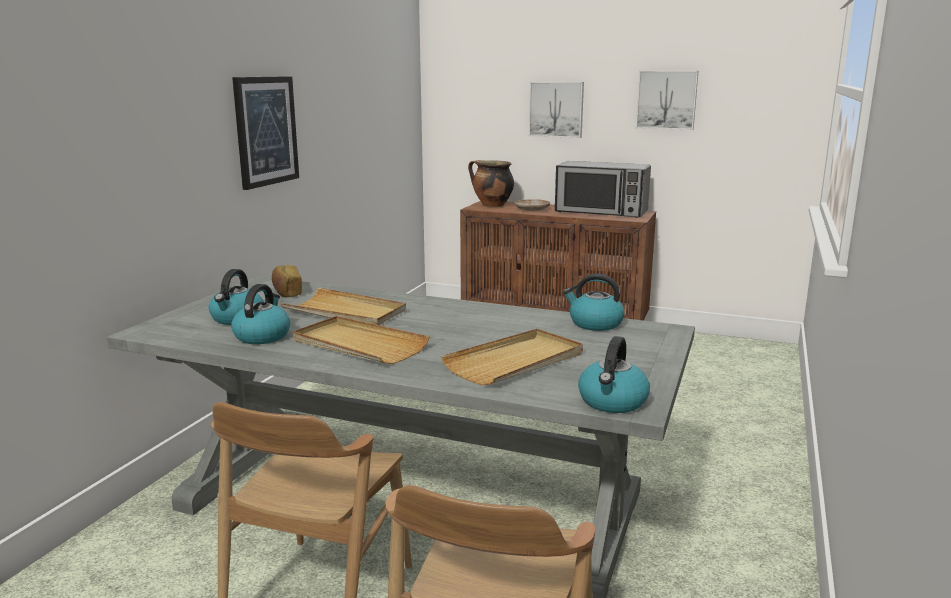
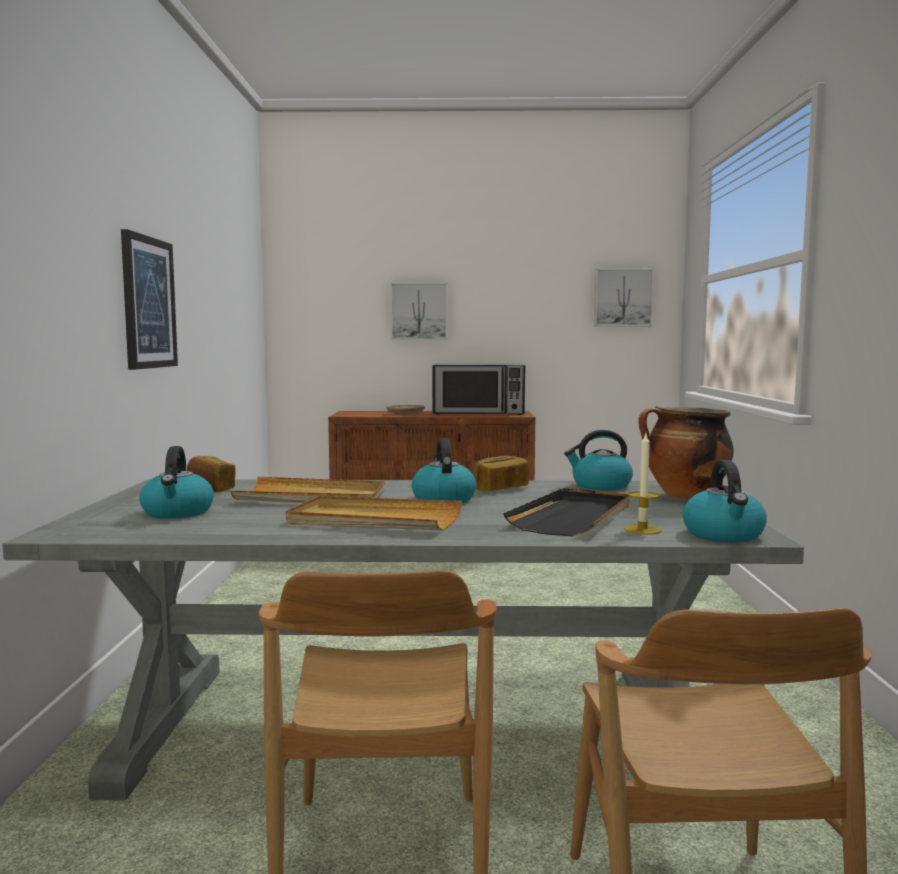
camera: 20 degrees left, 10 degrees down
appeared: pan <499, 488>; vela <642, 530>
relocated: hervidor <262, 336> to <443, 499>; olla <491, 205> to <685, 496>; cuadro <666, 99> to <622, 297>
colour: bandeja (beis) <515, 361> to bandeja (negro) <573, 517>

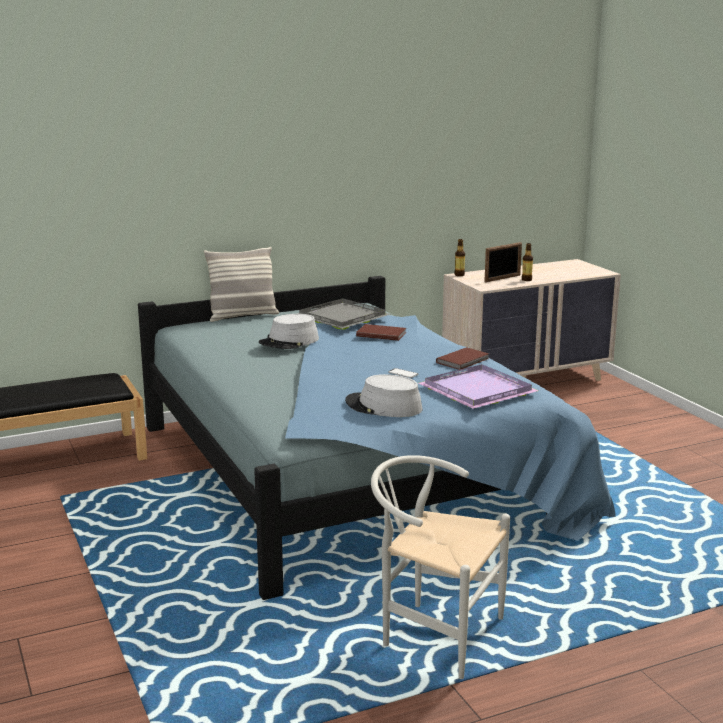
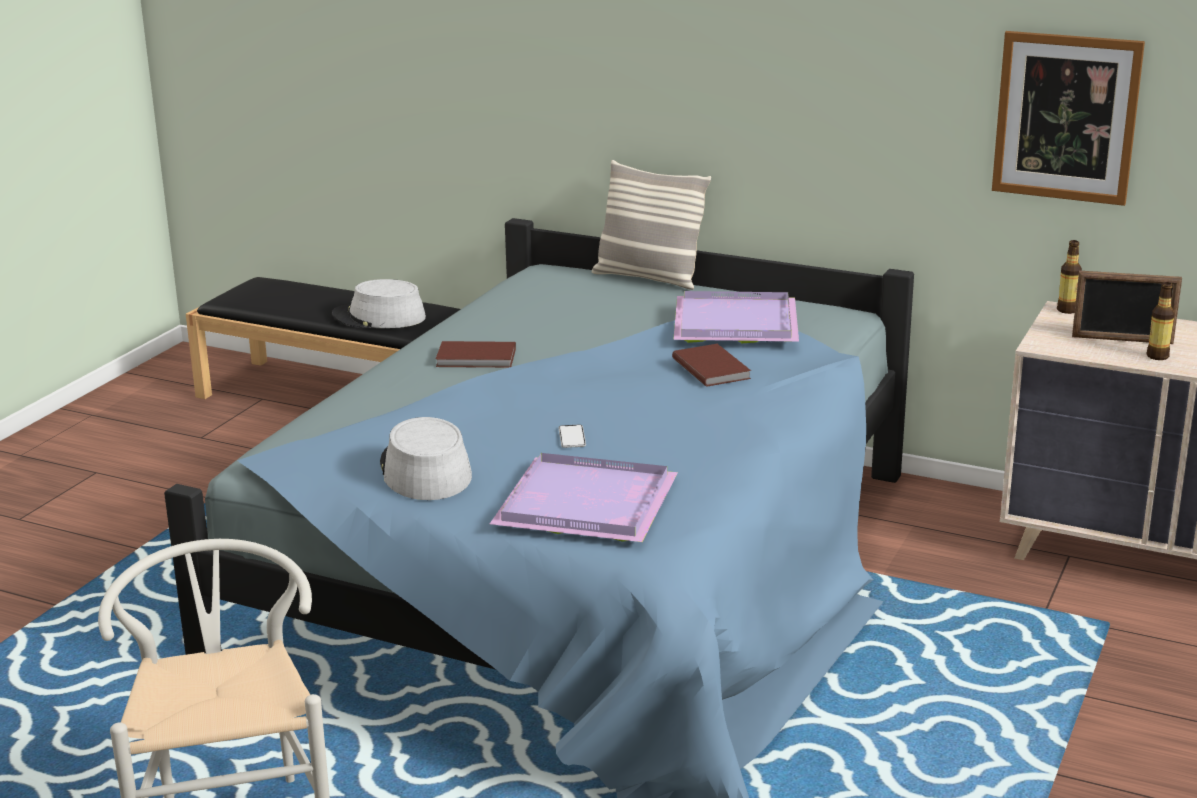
camera: 50 degrees right, 5 degrees up
appeared: cuadro <1066, 117>
relocated: sombrero (gris) <289, 341> to <379, 317>; libro (marrón) <464, 361> to <477, 358>
colour: bandeja (gris) <342, 317> to bandeja (morado) <738, 322>

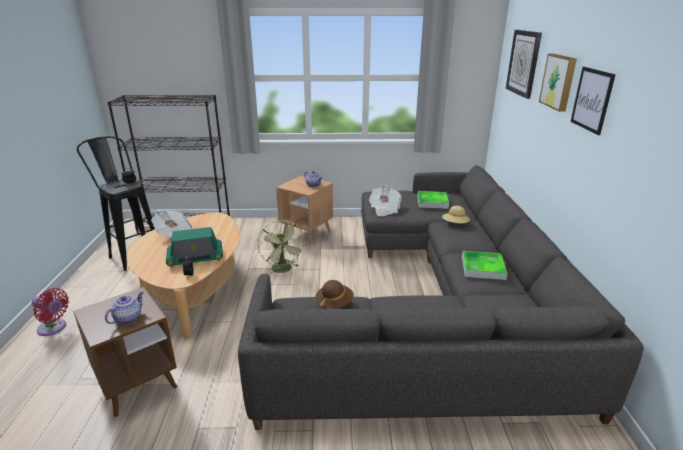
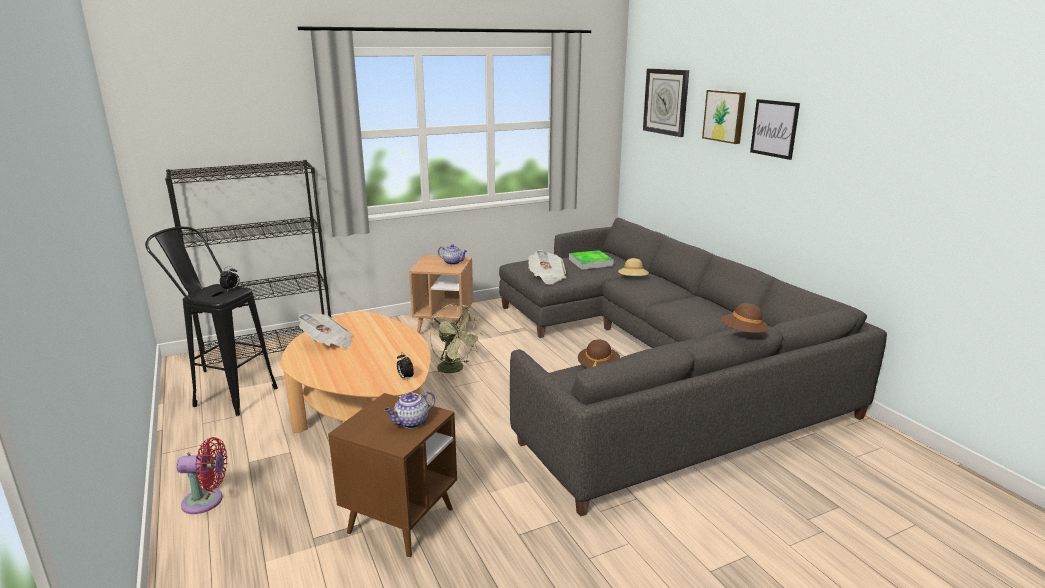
camera: 25 degrees left, 5 degrees down
missing: radio <195, 258>; bandeja <483, 268>
appeared: sombrero (marrón) <743, 334>
spun: tetera <128, 318> = <411, 422> 135 degrees counterclockwise

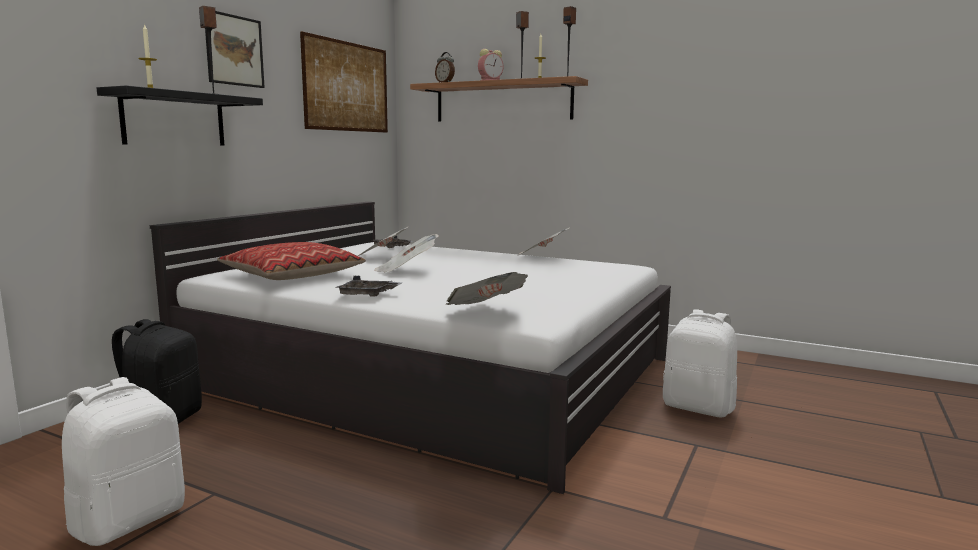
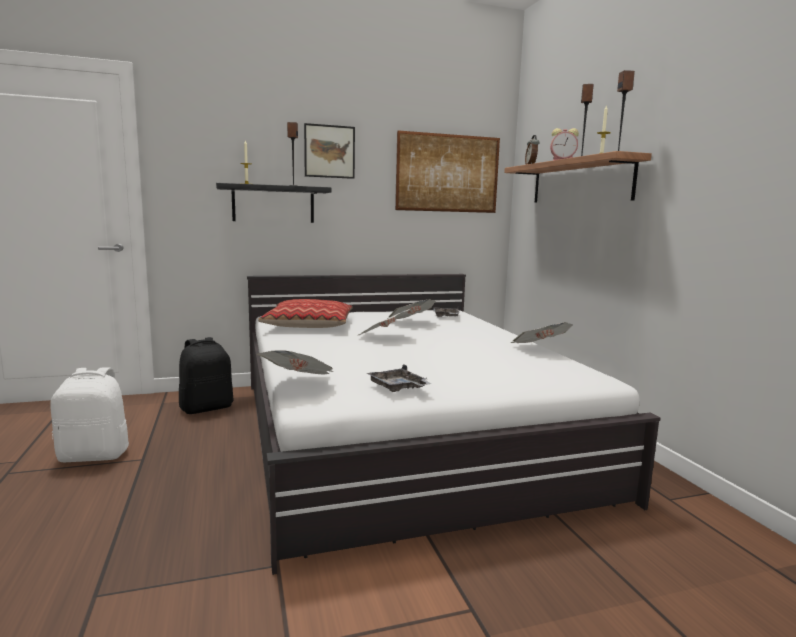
camera: 45 degrees right, 0 degrees up
missing: mochila (blanco) <698, 407>
relocated: bandeja (gris) <367, 295> to <398, 388>

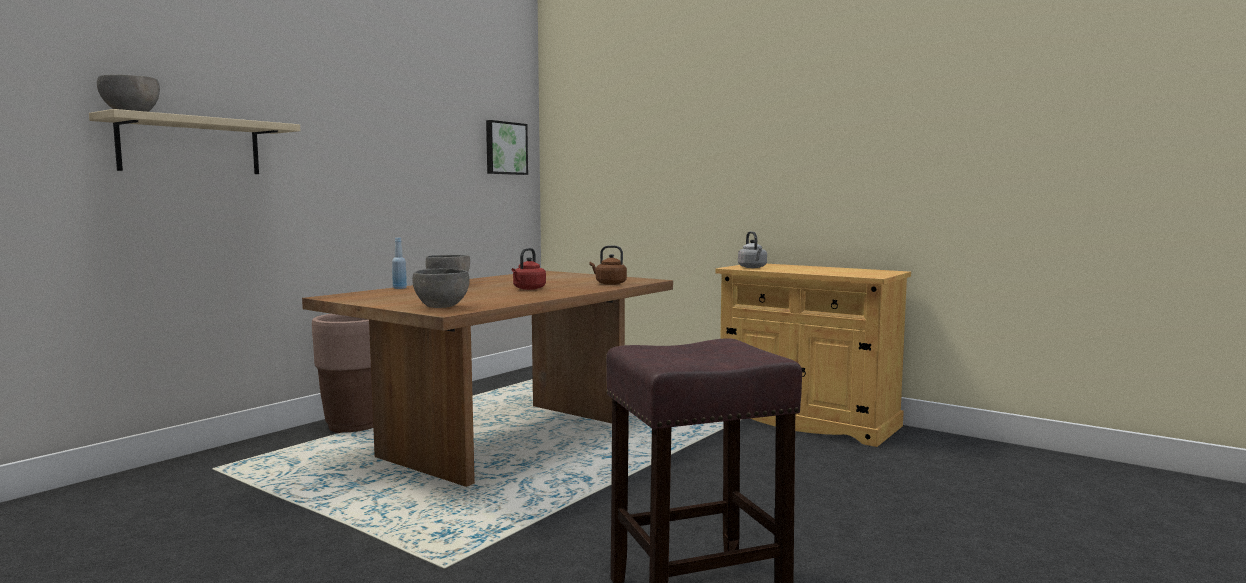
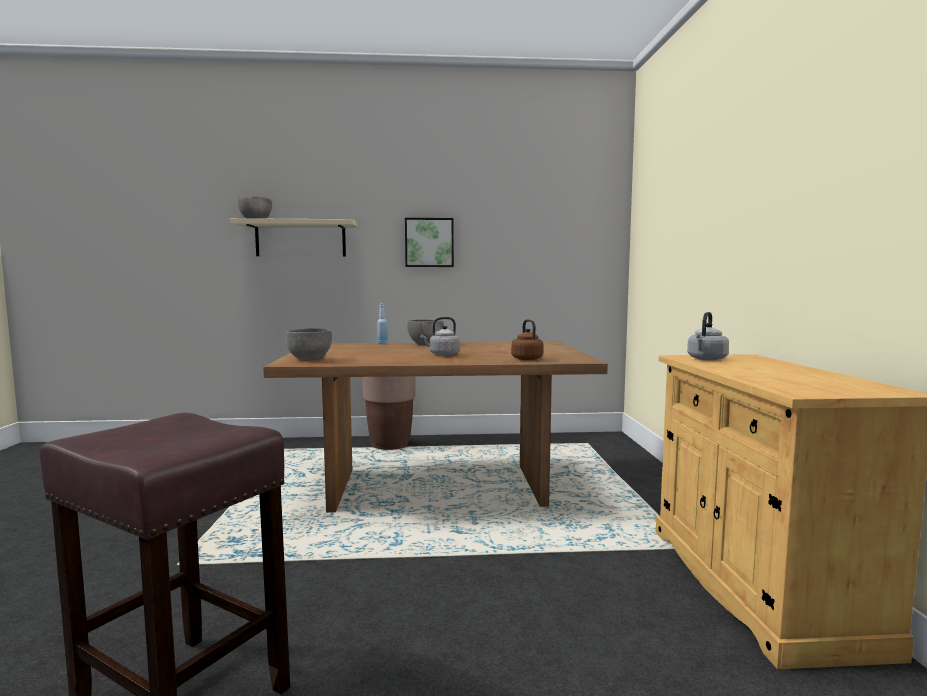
camera: 50 degrees right, 0 degrees up
relocated: cuadro <505, 148> to <429, 242>
colour: hervidor (rojo) <528, 289> to hervidor (gris) <442, 354>

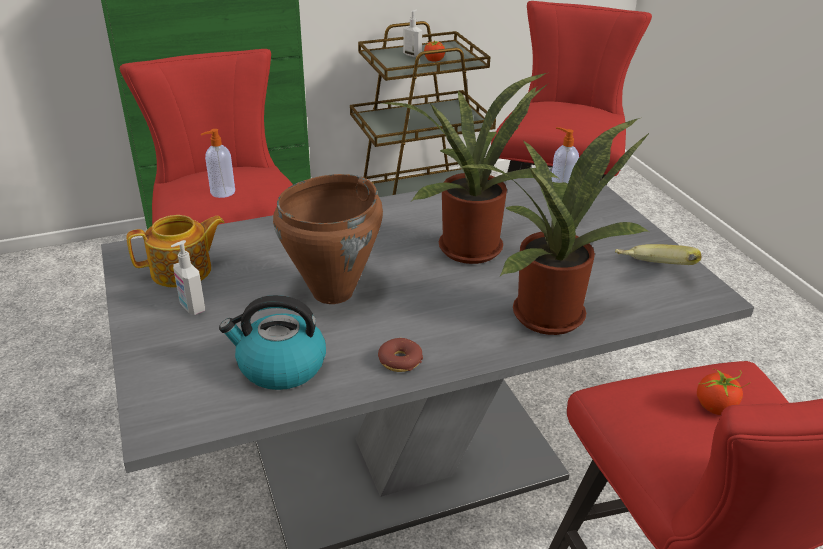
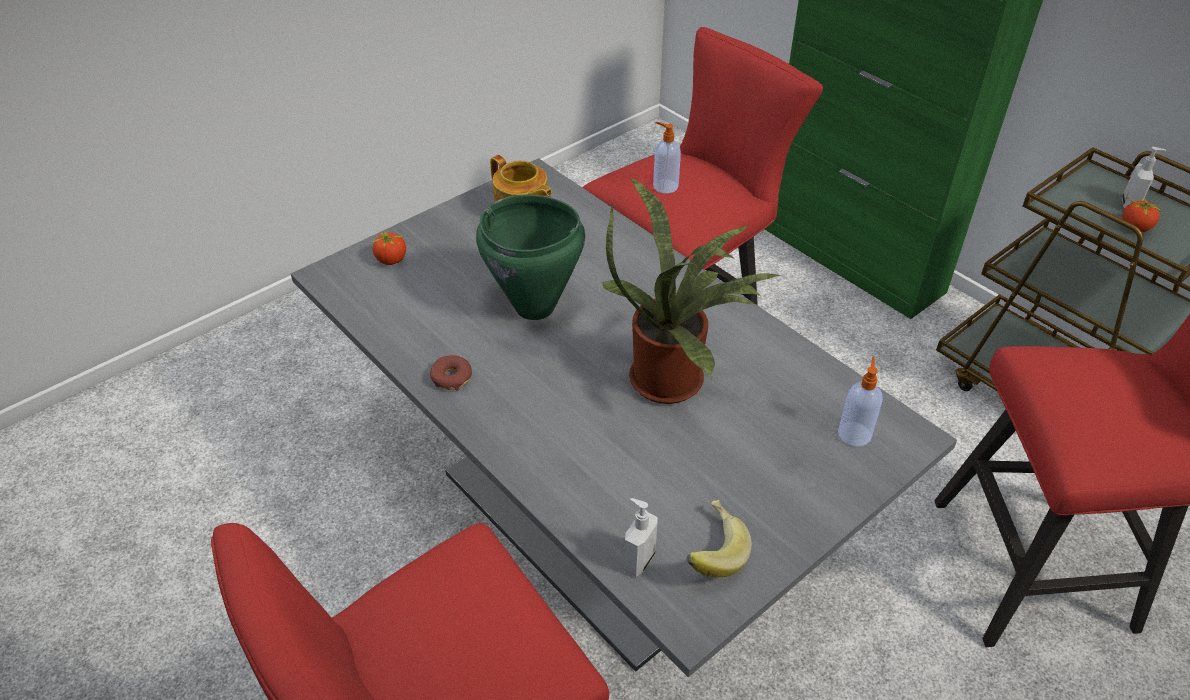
camera: 70 degrees right, 10 degrees up
missing: hervidor <280, 367>; planta en maceta <545, 311>
relocated: dispensador de jabón <191, 307> to <638, 560>; tomate <715, 407> to <391, 260>
colour: olla (marrón) <334, 292> to olla (verde) <535, 307>

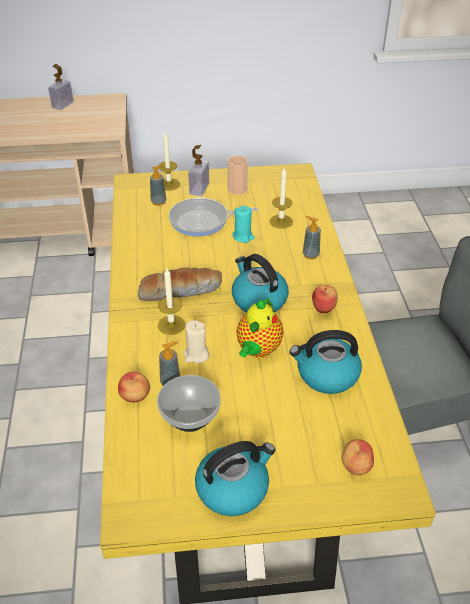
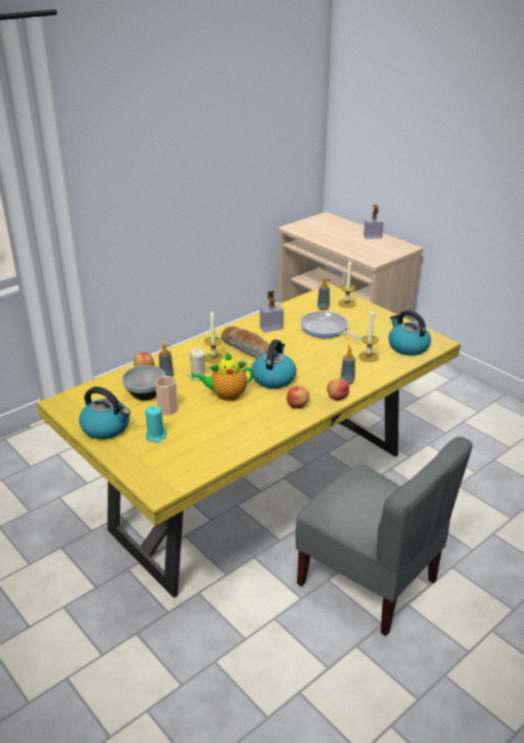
camera: 55 degrees right, 10 degrees down
relocated: dispensador de jabón <199, 189> to <271, 328>; taza <237, 189> to <168, 409>; vela (turquesa) <243, 236> to <156, 436>; hervidor <326, 375> to <407, 347>; manzana <355, 466> to <337, 397>

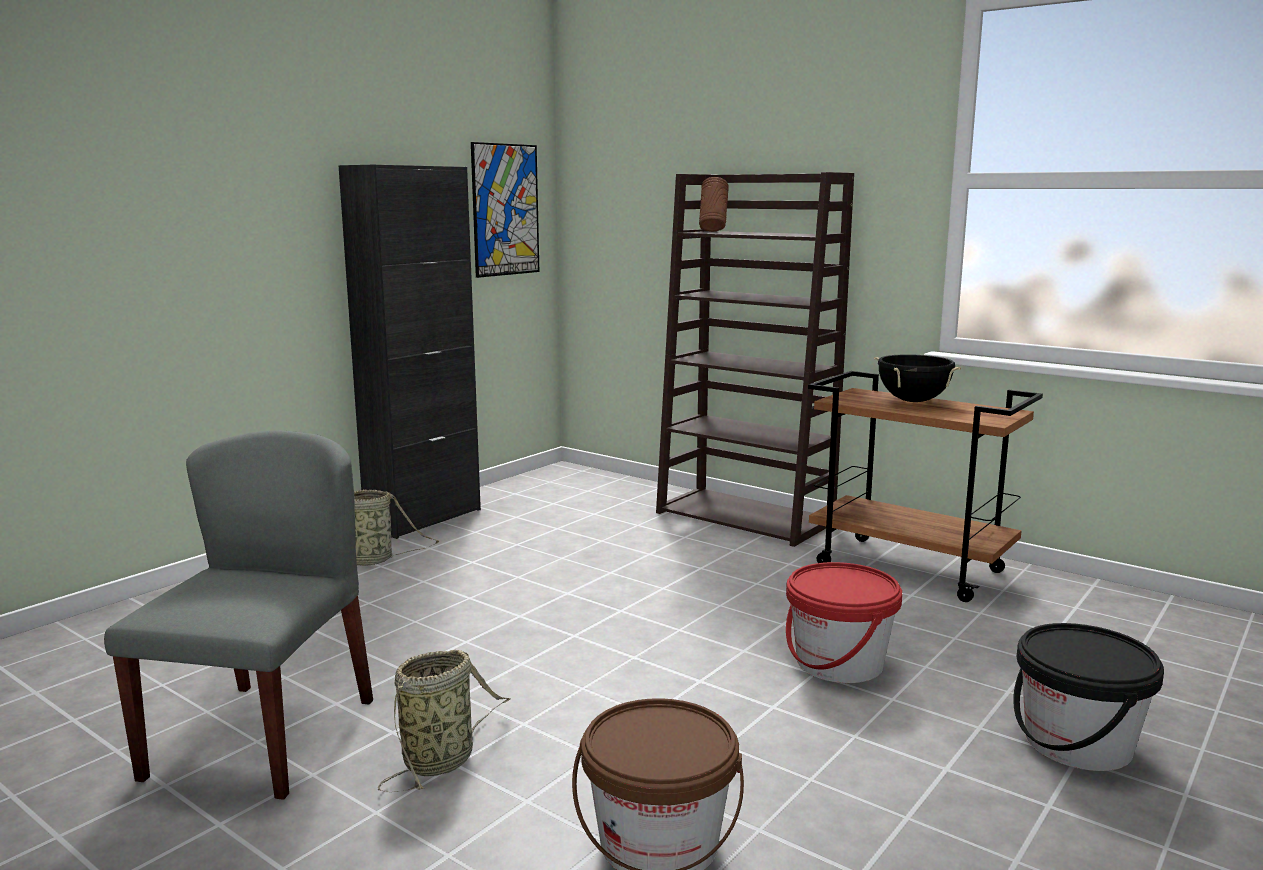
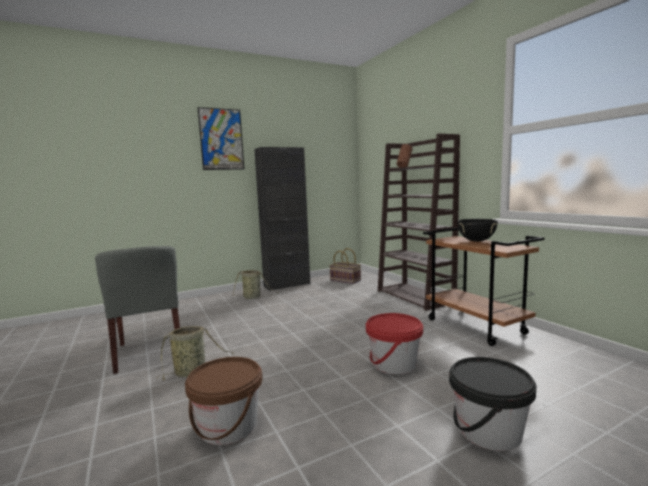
camera: 25 degrees right, 5 degrees down
appeared: cesta <345, 280>
relocated: cuadro <505, 210> to <221, 139>
spun: silla (gris) <263, 736> = <150, 351> 120 degrees clockwise

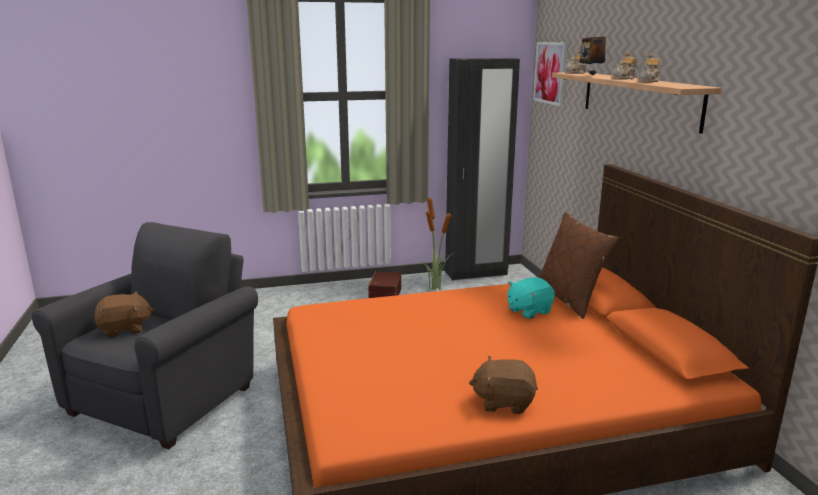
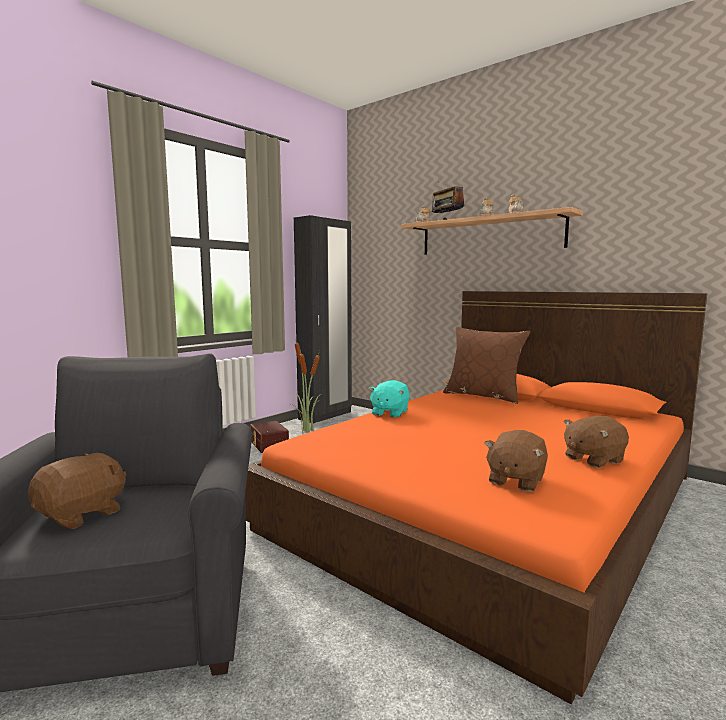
camera: 35 degrees left, 10 degrees down
missing: cuadro <550, 73>
appeared: peluche (marrón) <515, 480>
relocated: peluche (turquesa) <528, 311> to <389, 413>

